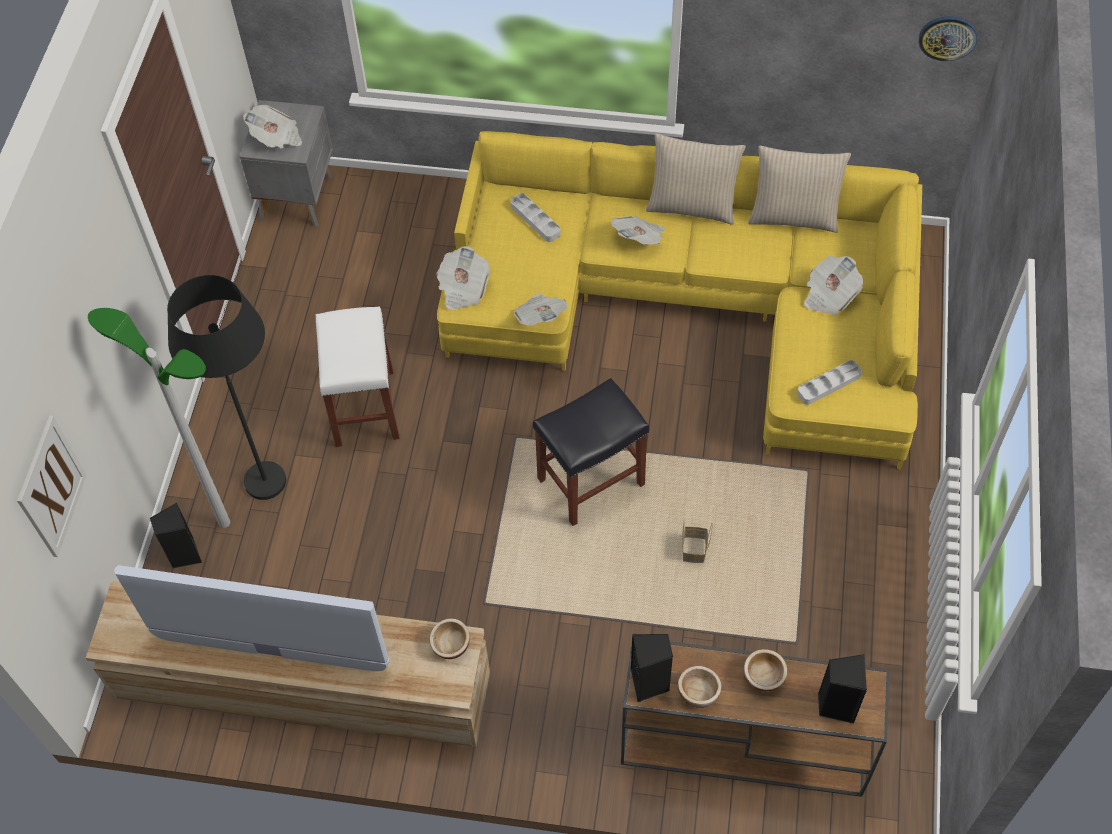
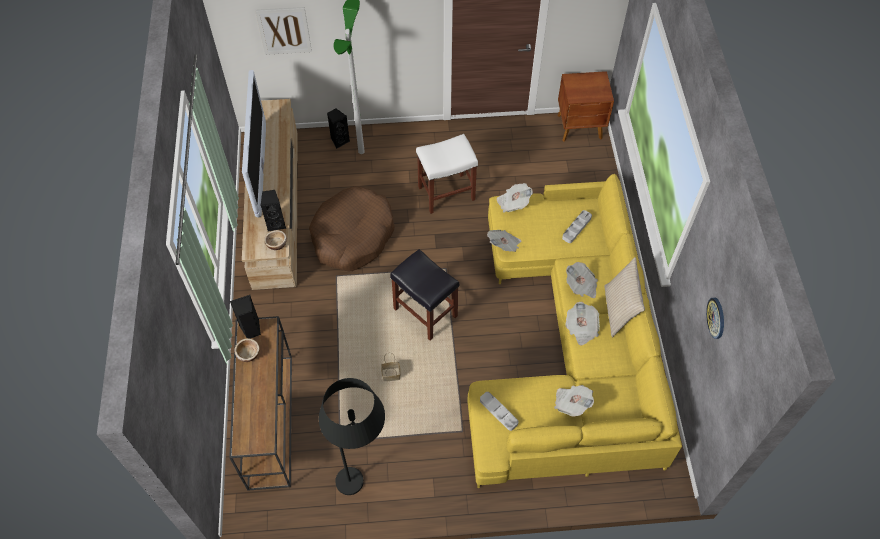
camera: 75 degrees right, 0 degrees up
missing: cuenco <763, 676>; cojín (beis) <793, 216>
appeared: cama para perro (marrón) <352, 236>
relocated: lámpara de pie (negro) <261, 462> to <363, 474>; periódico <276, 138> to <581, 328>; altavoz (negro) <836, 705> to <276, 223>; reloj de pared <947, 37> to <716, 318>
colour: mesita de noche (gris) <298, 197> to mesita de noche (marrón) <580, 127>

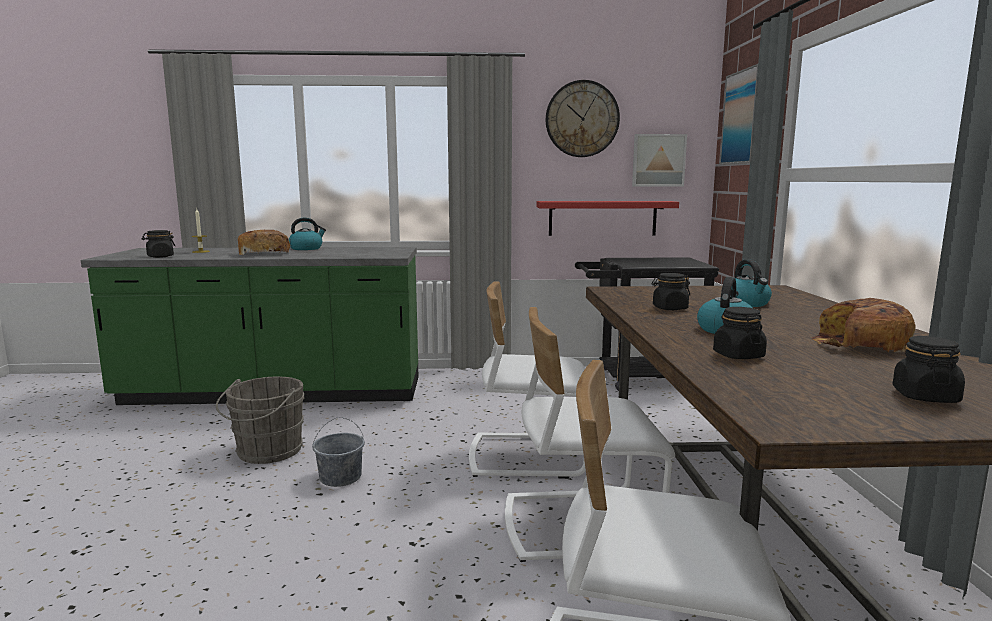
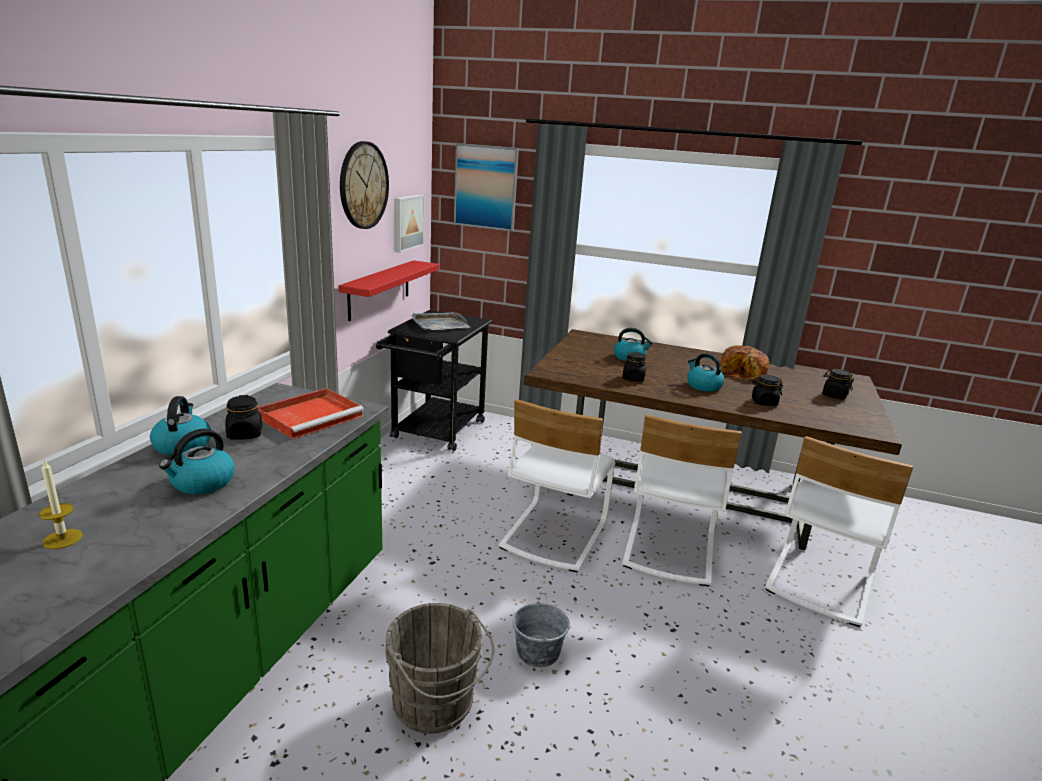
camera: 70 degrees left, 10 degrees up
appeared: bandeja (rojo) <312, 416>; bandeja (gris) <439, 324>
relocated: tarro (negro) <160, 256> to <245, 434>
exchanged: pan <263, 253> to hervidor <202, 483>

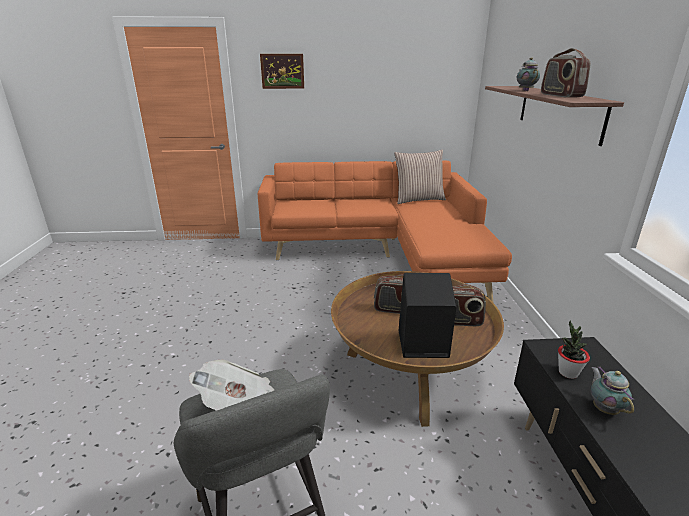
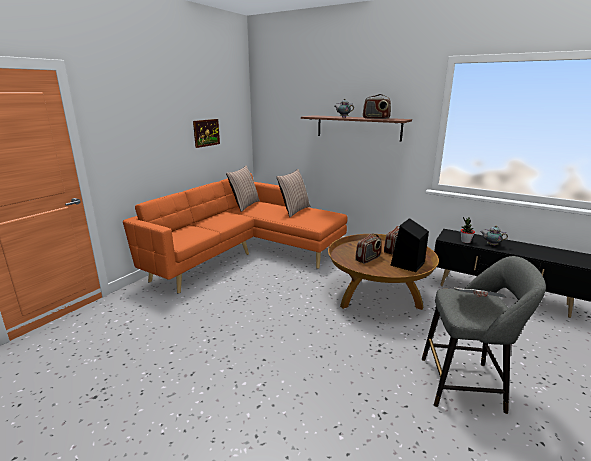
camera: 55 degrees left, 5 degrees down
appeared: cojín <294, 210>
relocated: cuadro <282, 71> to <206, 132>

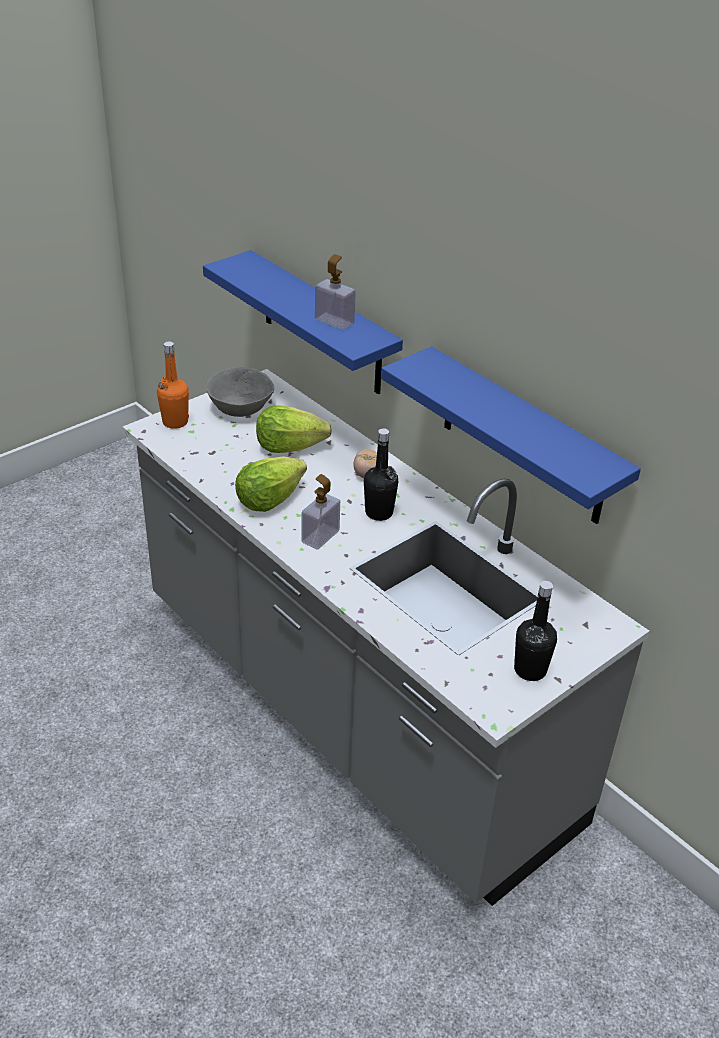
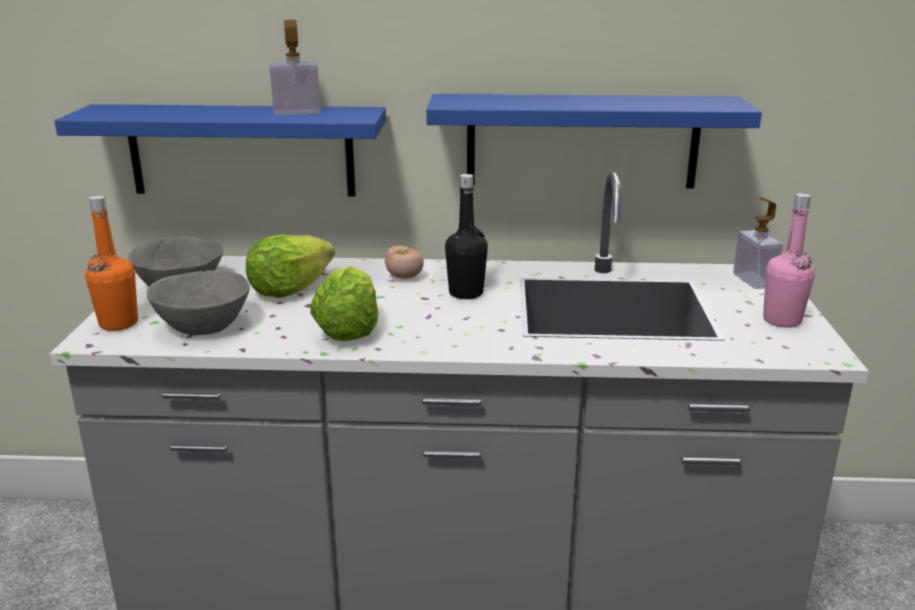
camera: 45 degrees left, 15 degrees down
appeared: cuenco (gris) <205, 326>
relocated: dispensador de jabón <320, 536> to <753, 280>
colour: botella (negro) <530, 670> to botella (rosa) <782, 320>

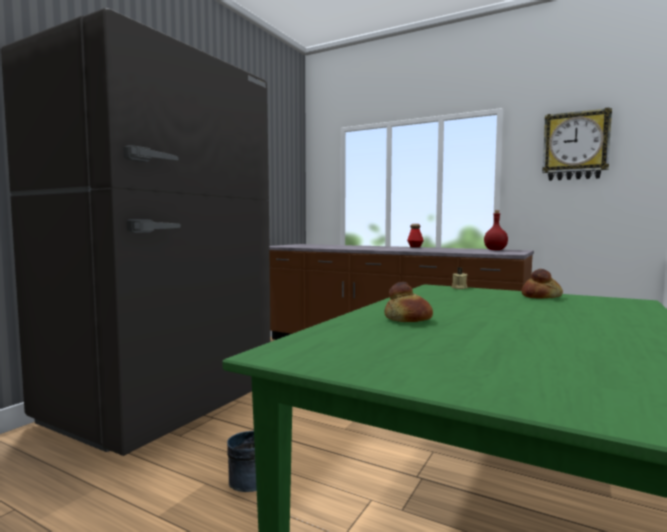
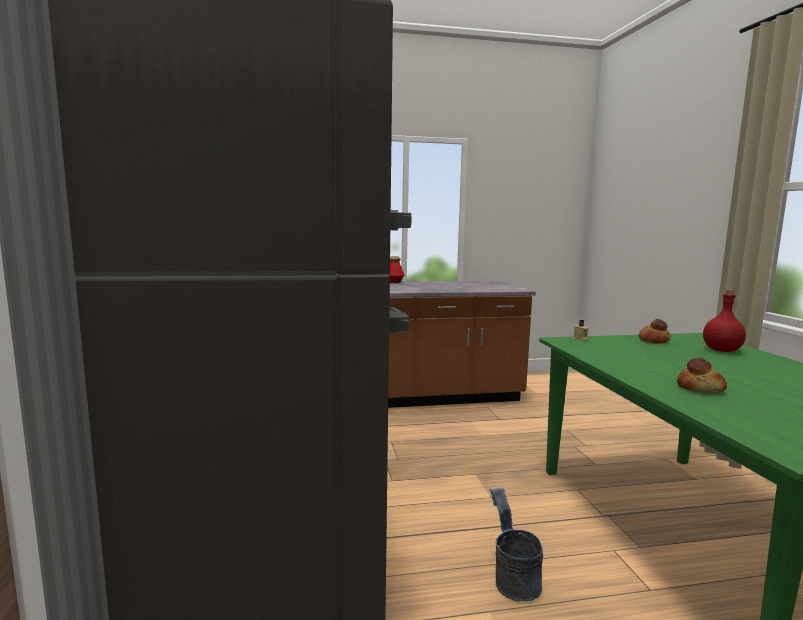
camera: 40 degrees left, 5 degrees up
missing: reloj de pared <575, 146>
relocated: botella (rojo) <495, 250> to <722, 350>

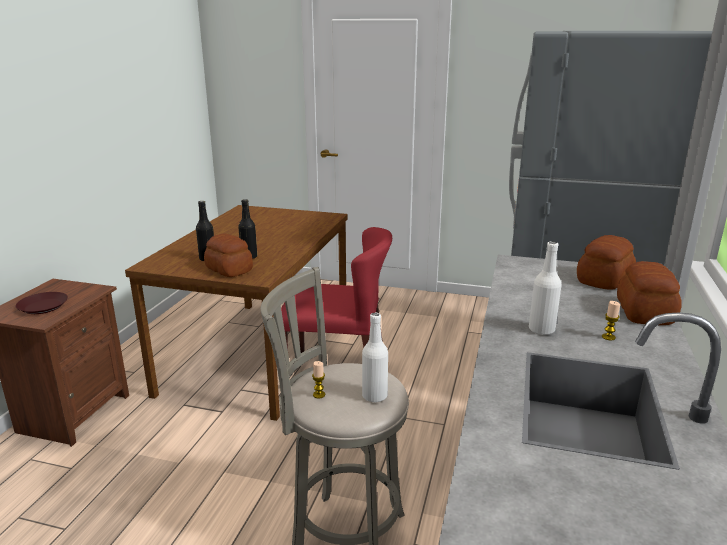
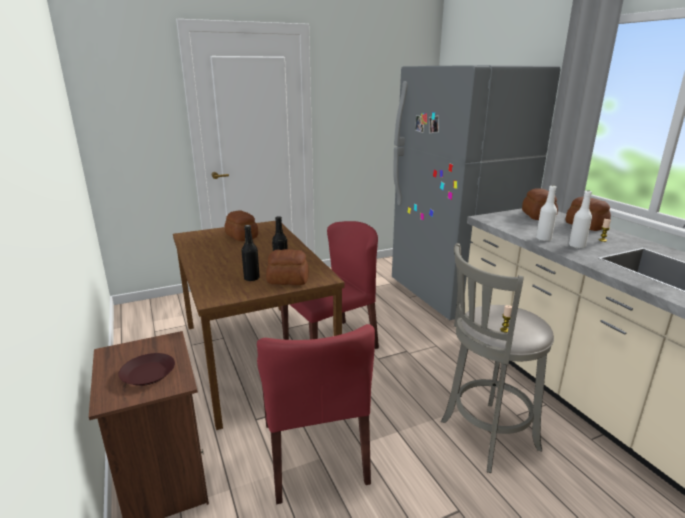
camera: 40 degrees left, 0 degrees up
appeared: pan <242, 236>; silla (rojo) <314, 453>
relocated: botella (blanco) <374, 396> to <543, 239>

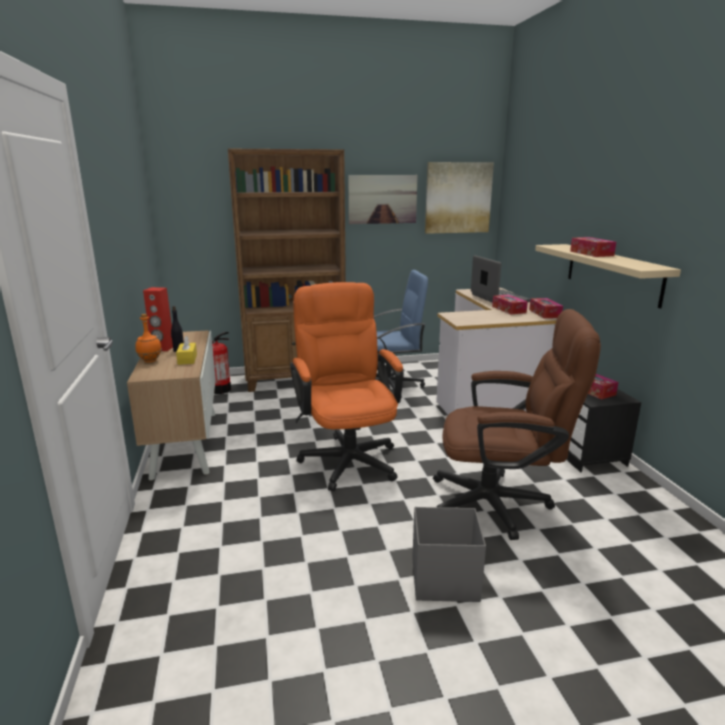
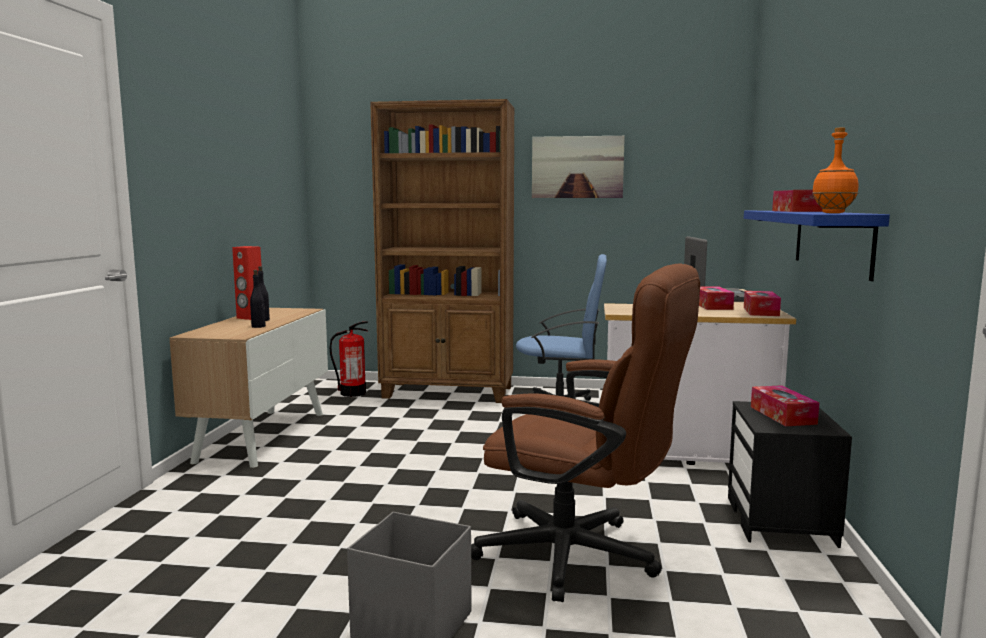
camera: 20 degrees right, 10 degrees down
missing: silla de oficina (naranja) <347, 456>; cuadro <458, 198>
relocated: botella (naranja) <150, 361> to <833, 213>
exchanged: caja de pañuelos (amarillo) <187, 359> to botella (negro) <258, 326>
colour: estante (beis) <612, 273> to estante (azul) <831, 240>

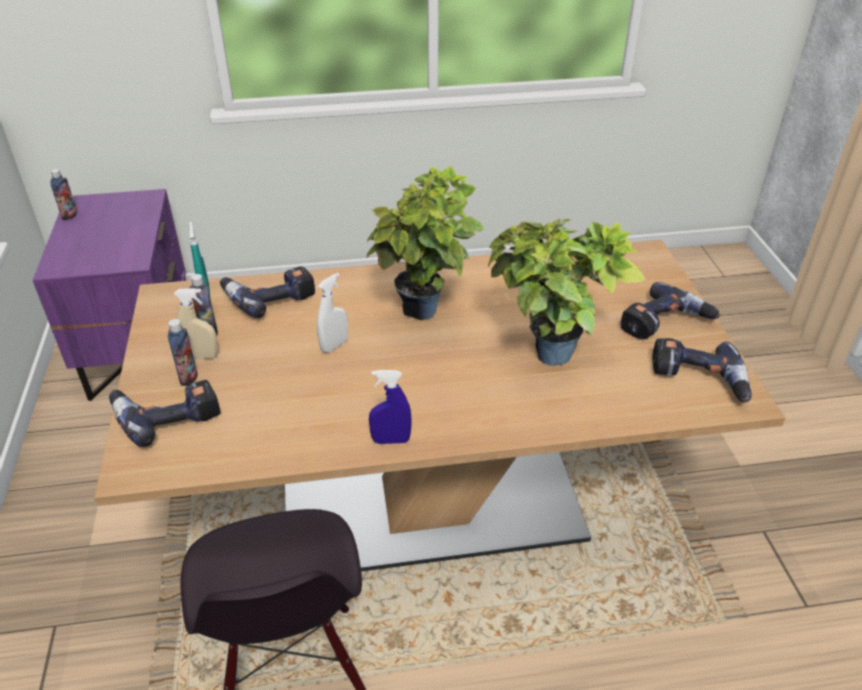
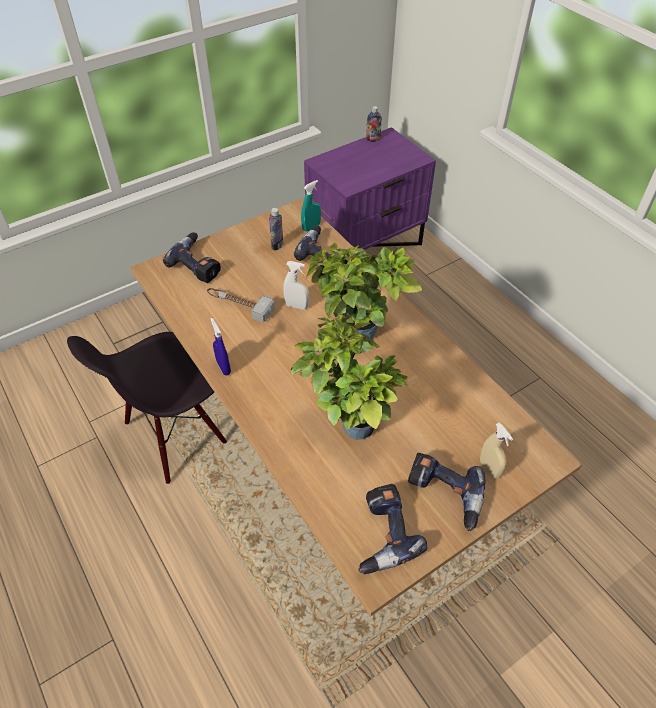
camera: 65 degrees right, 10 degrees up
missing: botella <188, 377>
appeared: martillo <239, 305>
relocated: pulverizador (beis) <202, 356> to <489, 468>

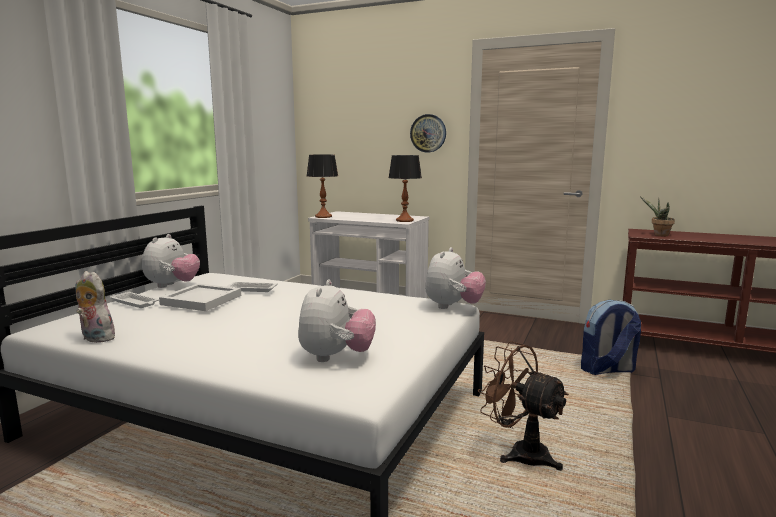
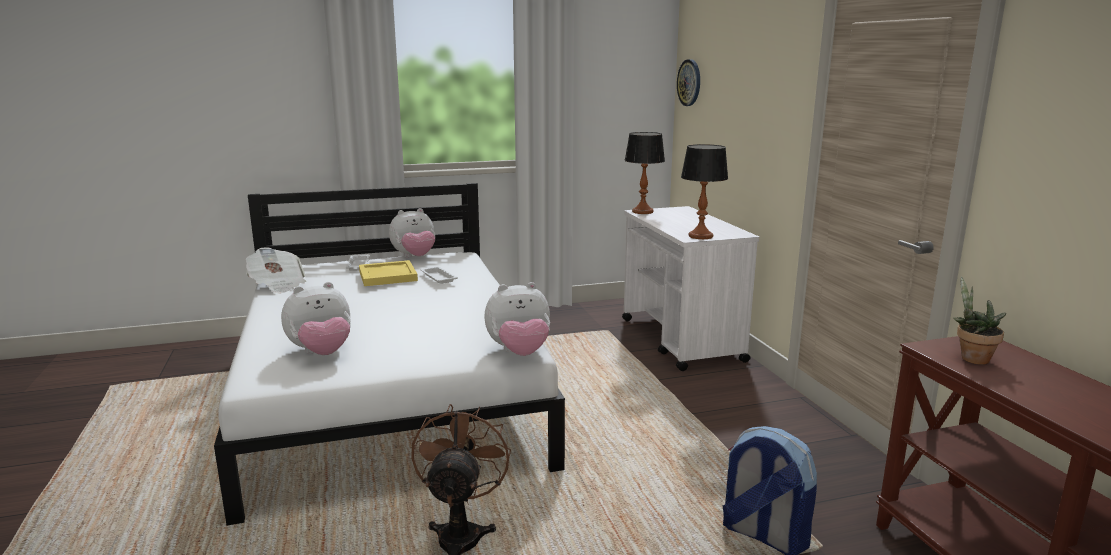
camera: 50 degrees right, 5 degrees up
relocated: reloj de pared <428, 133> to <689, 82>
exchanged: peluche <95, 338> to periódico <277, 285>
colour: bandeja (blanco) <200, 300> to bandeja (amarillo) <387, 276>

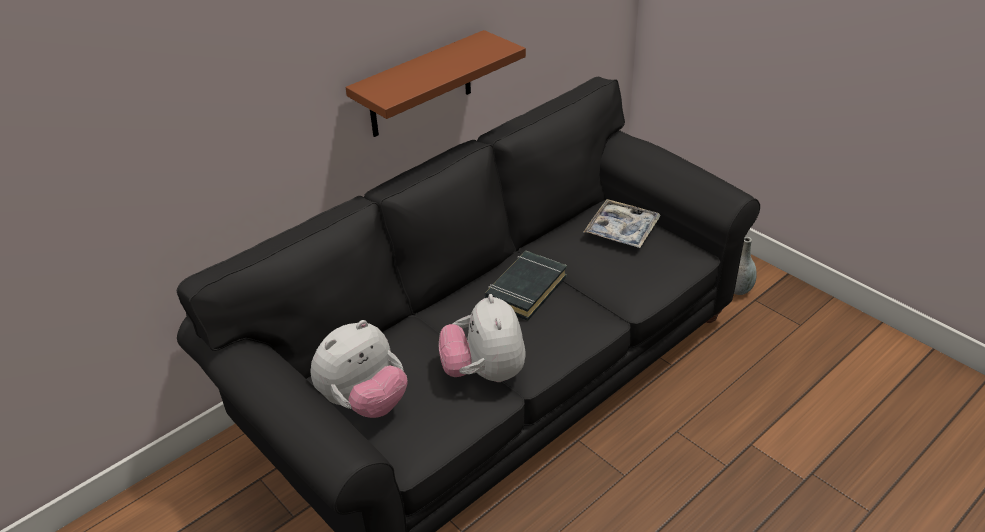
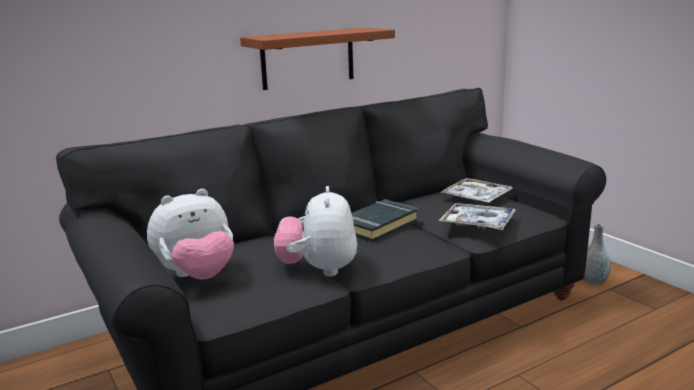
camera: 10 degrees right, 20 degrees down
appeared: bandeja <478, 224>

